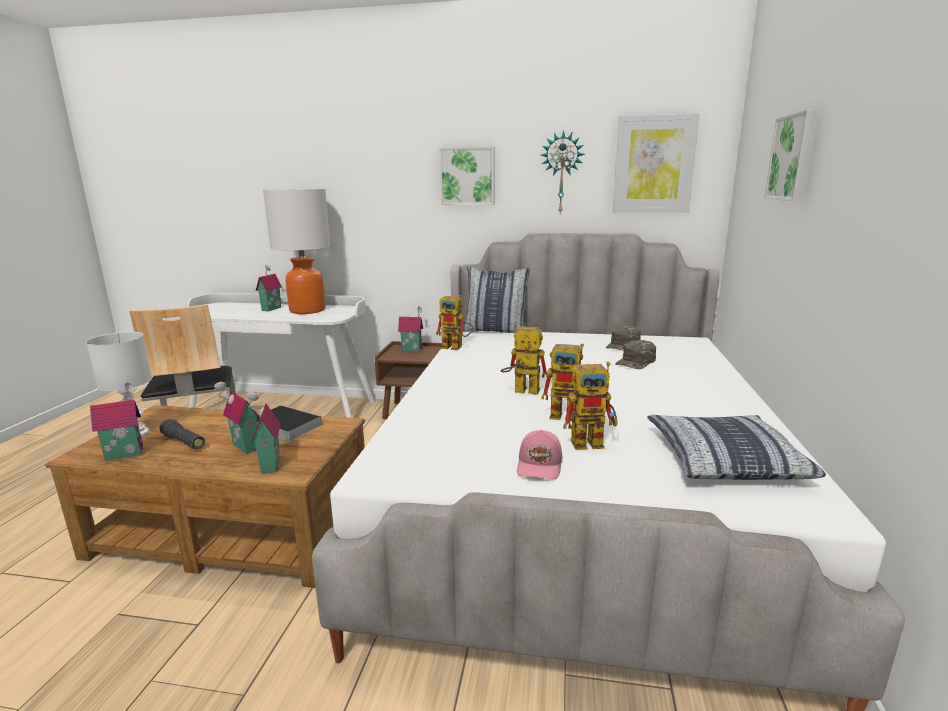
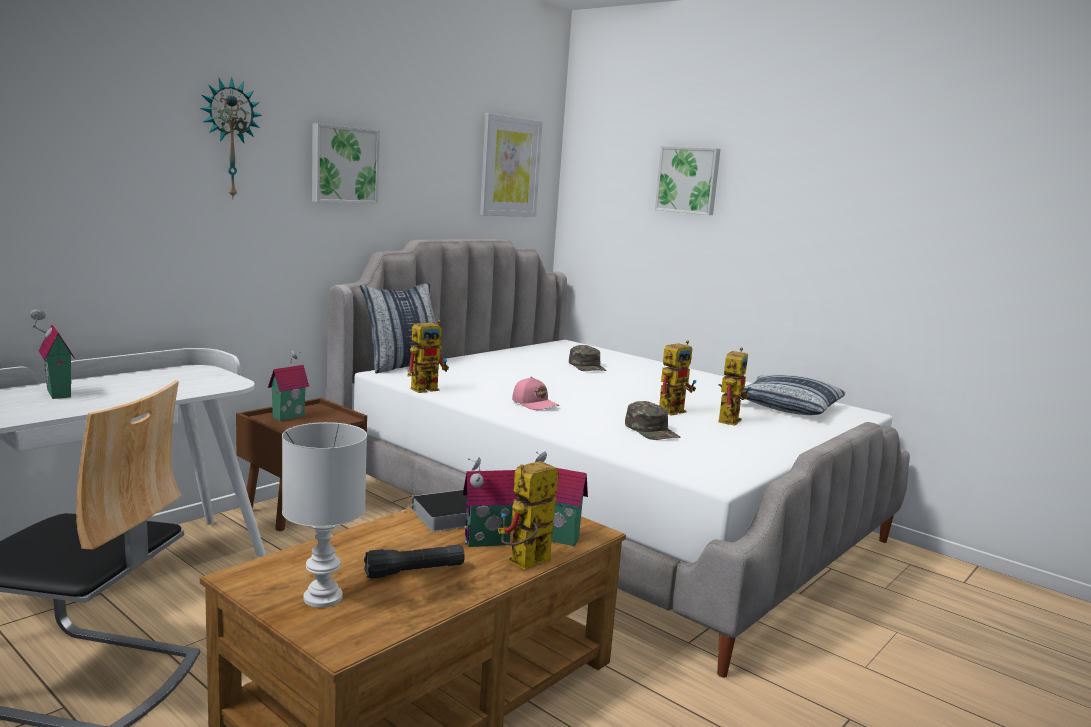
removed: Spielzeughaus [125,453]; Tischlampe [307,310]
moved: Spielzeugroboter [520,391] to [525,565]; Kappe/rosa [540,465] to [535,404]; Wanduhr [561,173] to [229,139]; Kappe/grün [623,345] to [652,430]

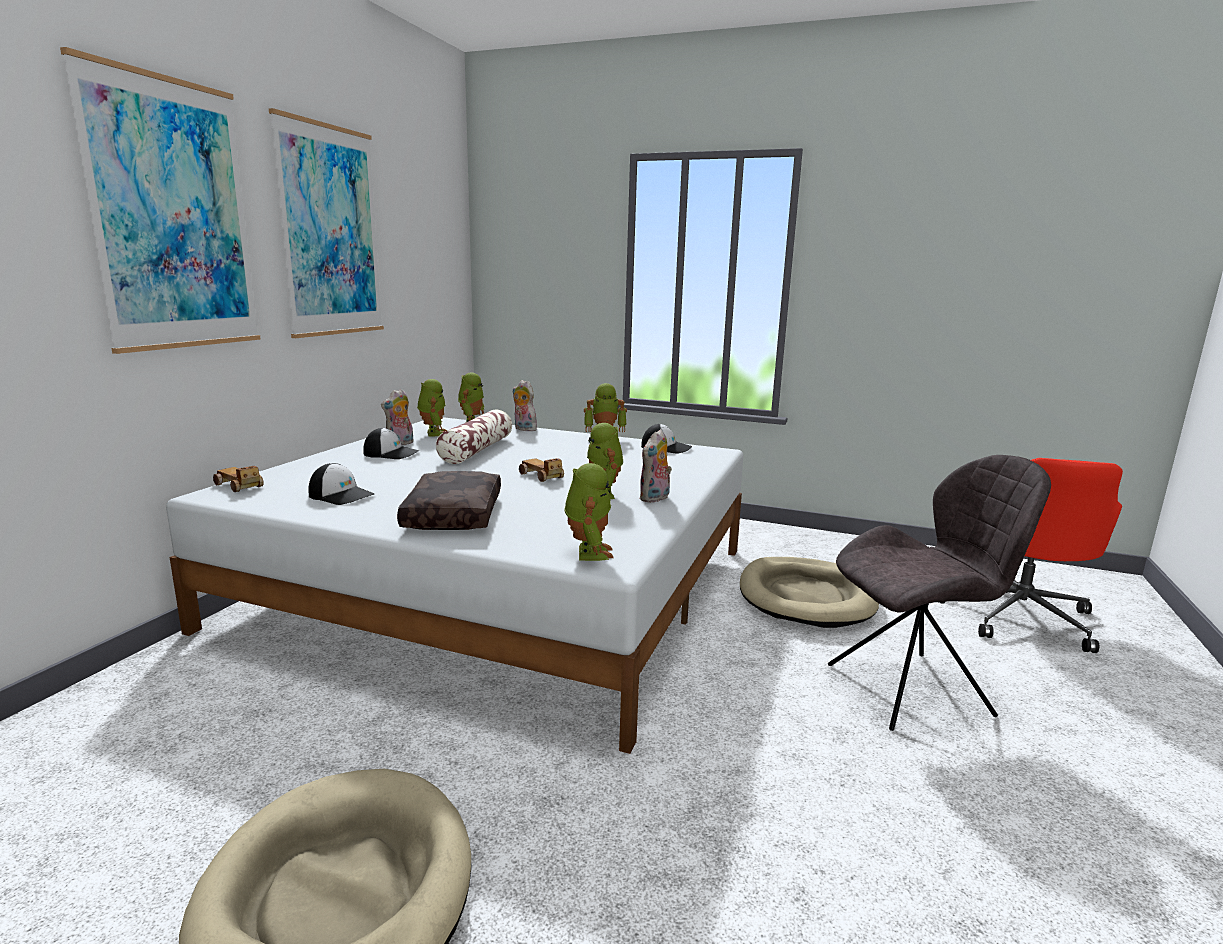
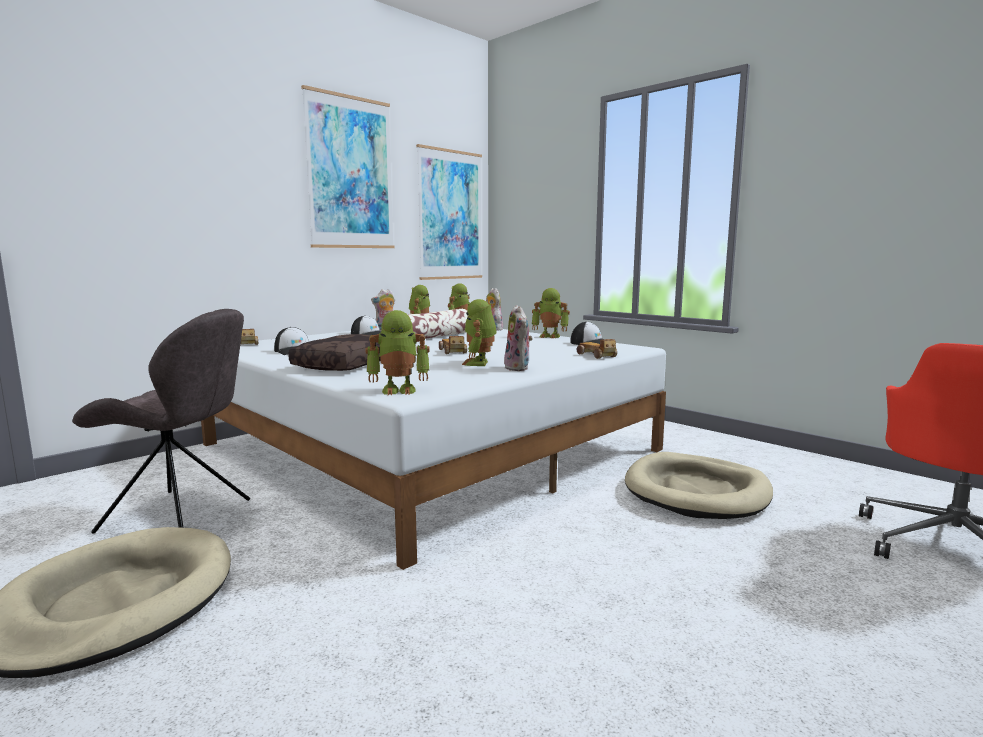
added: Spielzeugauto [596,356]
moved: Bild [173,216] to [450,215]; Stuhl/grau [913,689] to [180,516]
turned: Spielzeugroboter [588,552] = [399,390] 60 degrees clockwise; Plüschtier [655,498] = [519,368] 75 degrees counterclockwise

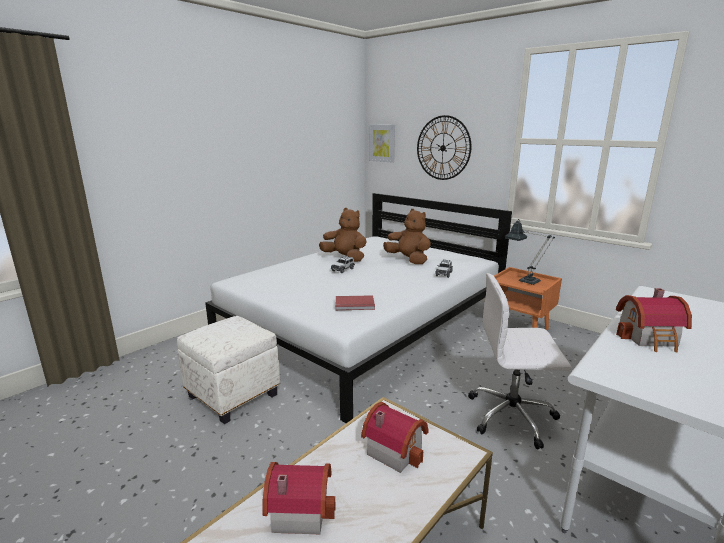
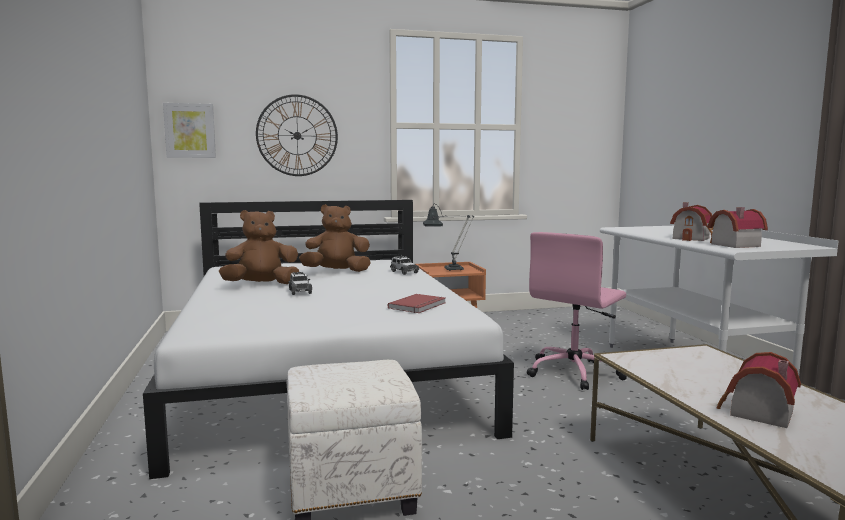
moved: Spielzeughaus [395,449] to [732,245]
recoloured: Bürostuhl/weiß [513,416] to Bürostuhl/rosa [574,372]

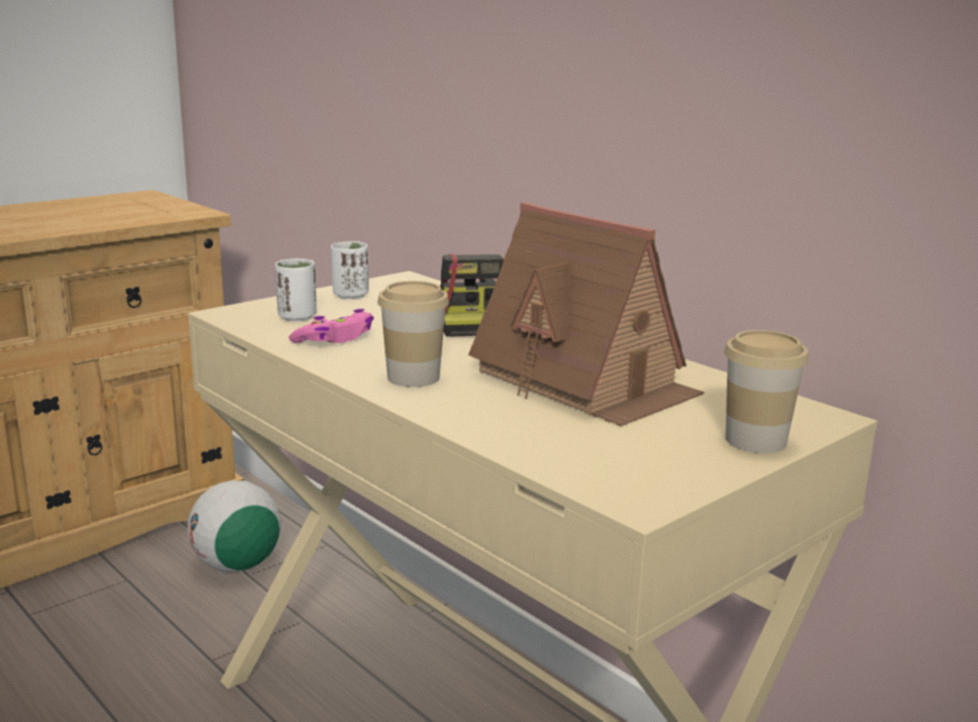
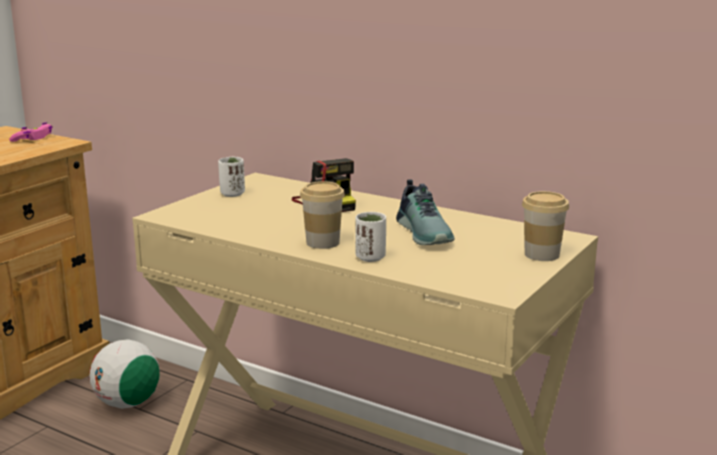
moved: Tasse/weiß [297,317] to [370,257]; Gamepad/rosa [335,339] to [33,139]
replaced: Spielzeughaus [584,382] to Schuh [426,233]

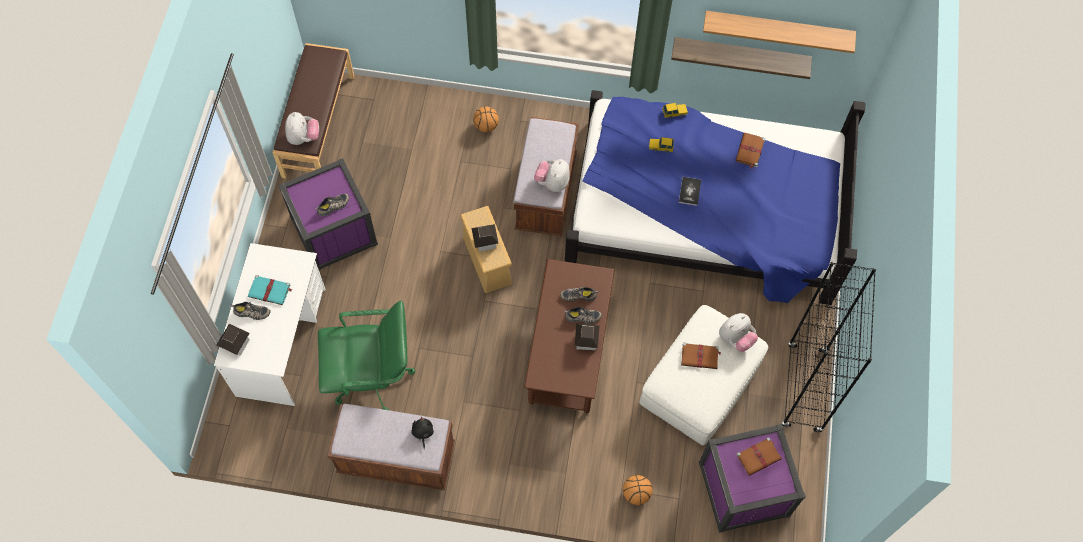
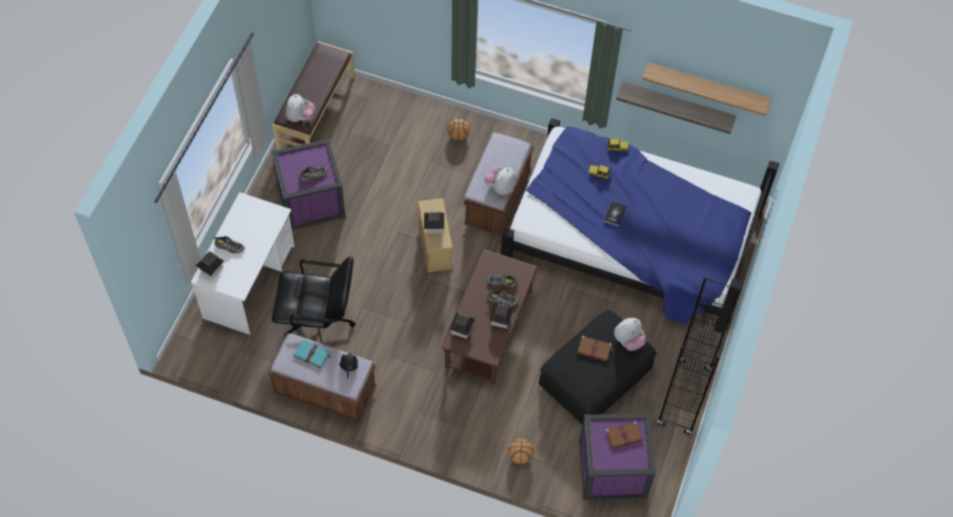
removed: Buch/braun [749,151]
added: Spielzeughaus [461,329]
moved: Buch/türkis [270,291] to [312,354]
recoloured: Bürostuhl/grün [372,377] to Bürostuhl/schwarz [319,323]; Polsterhocker/weiß [700,383] to Polsterhocker/schwarz [595,377]

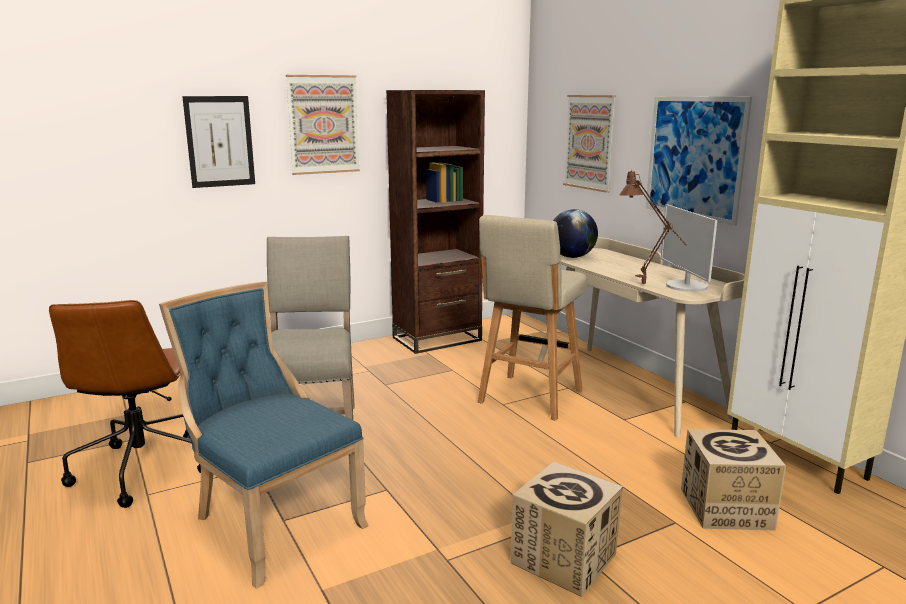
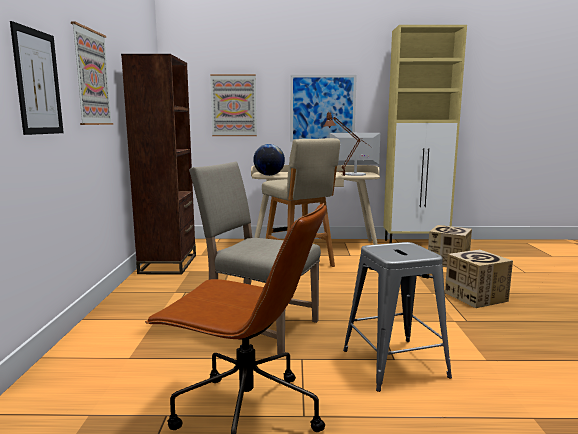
replaced: Stuhl/blau [272,522] to Hocker/grau [395,363]
turned: Monitor [686,286] = [355,174] 150 degrees clockwise

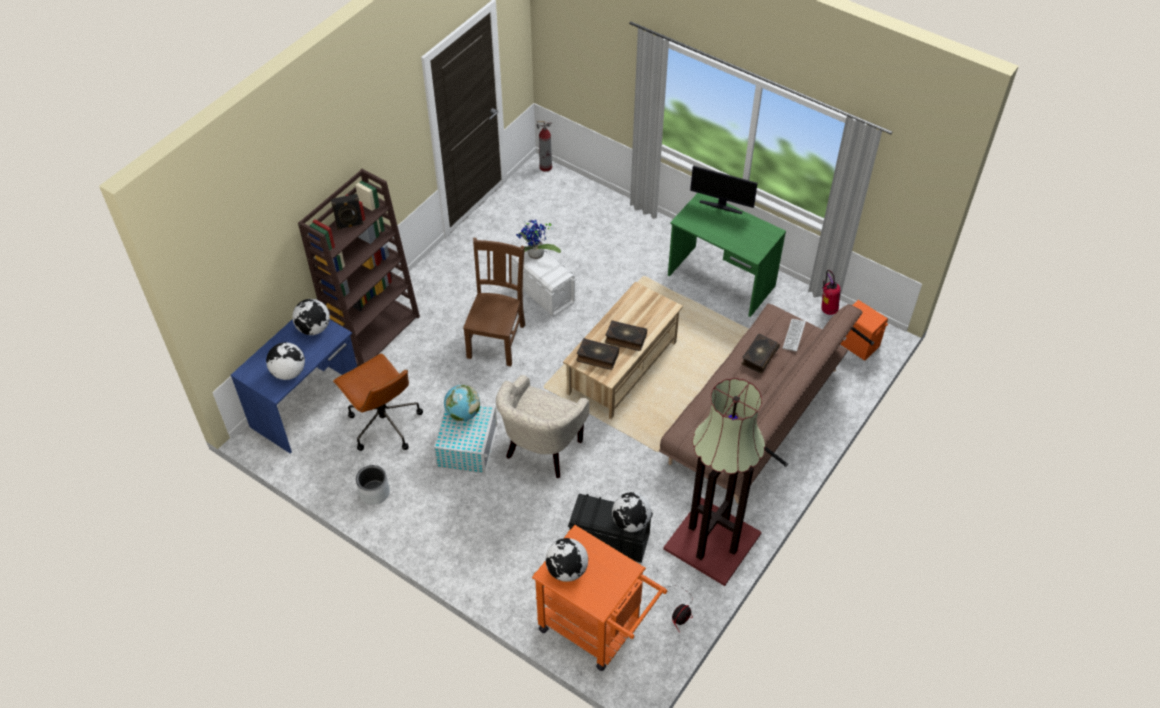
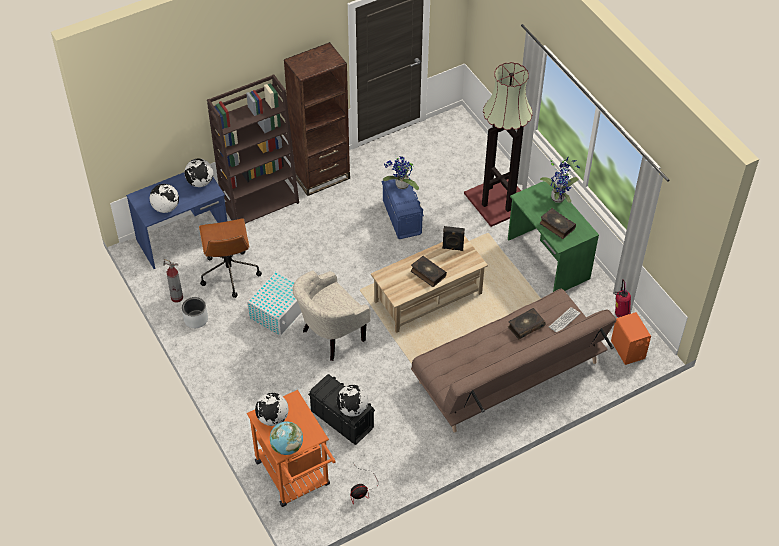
removed: Stuhl/braun [497,339]
added: Bücherregal/braun [321,176]
moved: Lautsprecher/schwarz [350,225] to [452,248]; Globus [463,413] to [287,447]; Feuerlöscher [546,167] to [177,297]; Buch [597,357] to [556,226]; Stehlampe [712,543] to [498,201]
replaced: Monitor [721,206] to Topfpflanze [559,197]
recoloured: Aufbewahrungsbox/weiß [542,291] to Aufbewahrungsbox/blau [402,217]

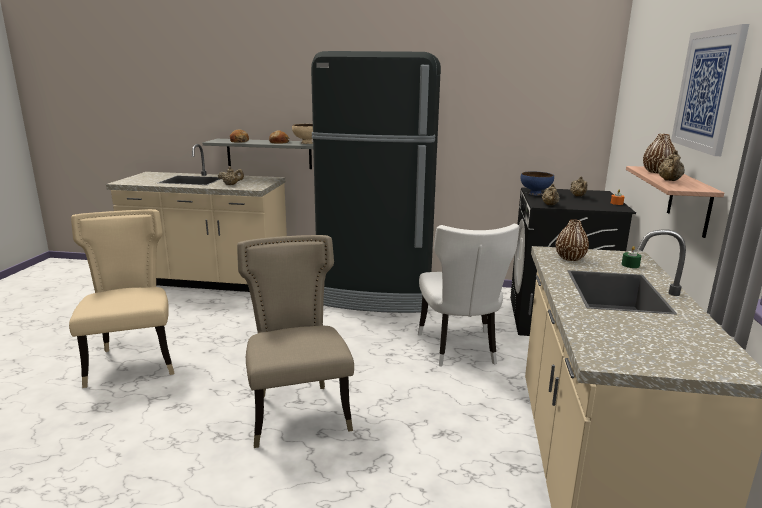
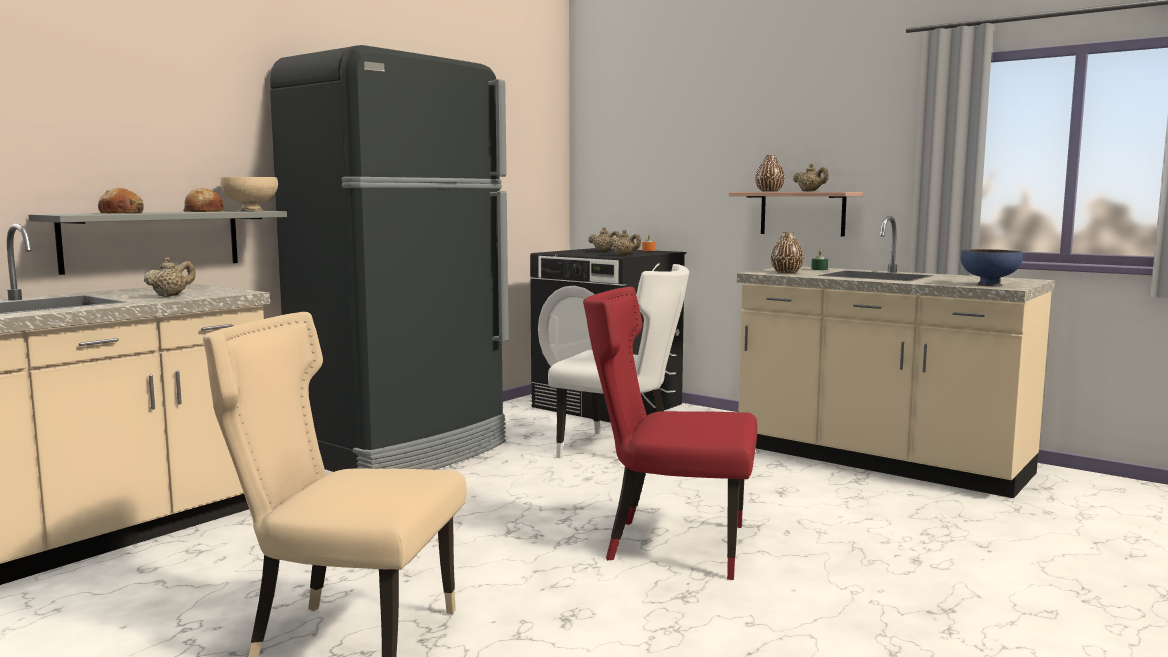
removed: Bild [707,90]
moved: Schüssel/blau [535,194] to [988,285]
recoloured: Stuhl/beige [298,411] to Stuhl/rot [670,545]

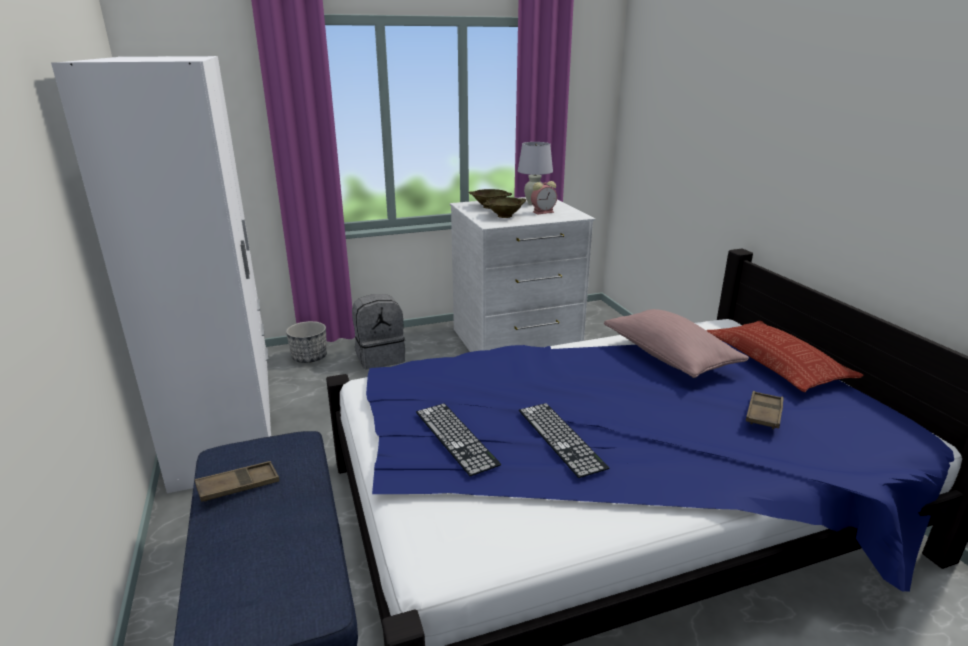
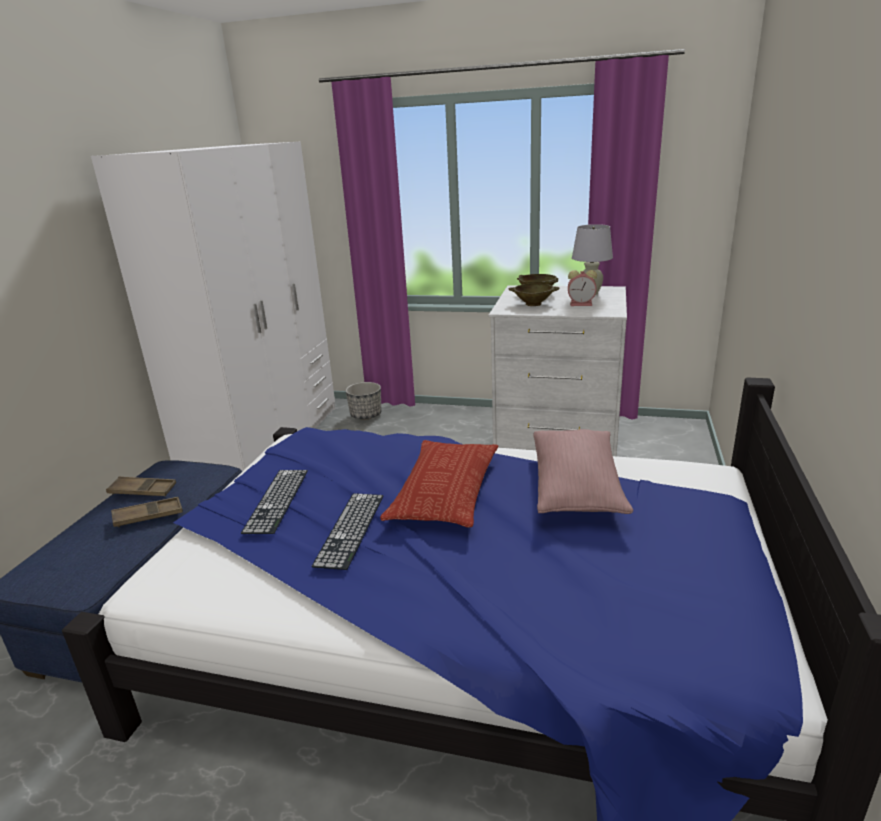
removed: Rucksack/grau [380,357]
moved: Kissen [776,363] to [445,491]; Tablett/braun [764,414] to [148,516]

